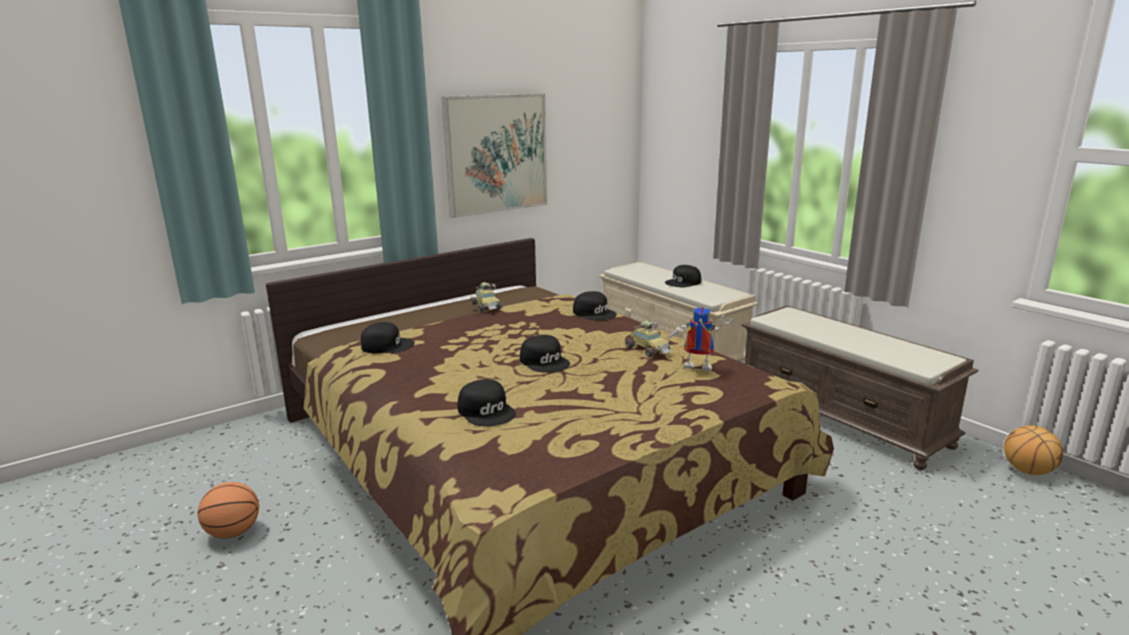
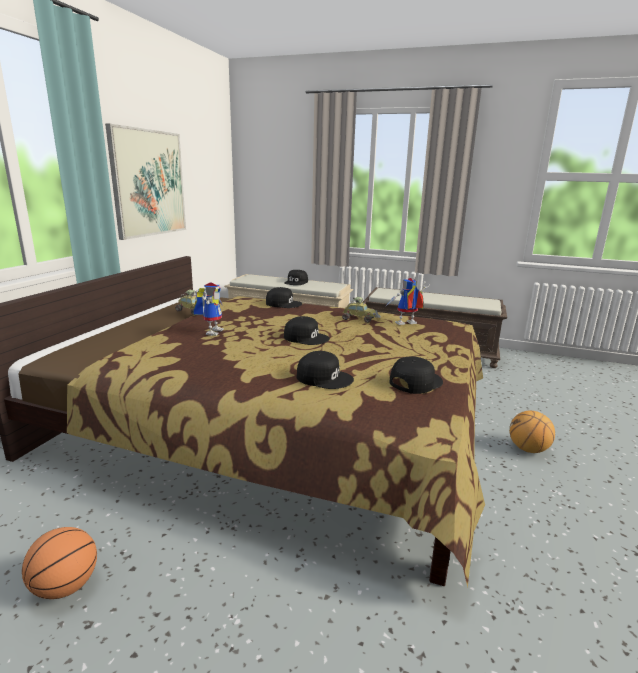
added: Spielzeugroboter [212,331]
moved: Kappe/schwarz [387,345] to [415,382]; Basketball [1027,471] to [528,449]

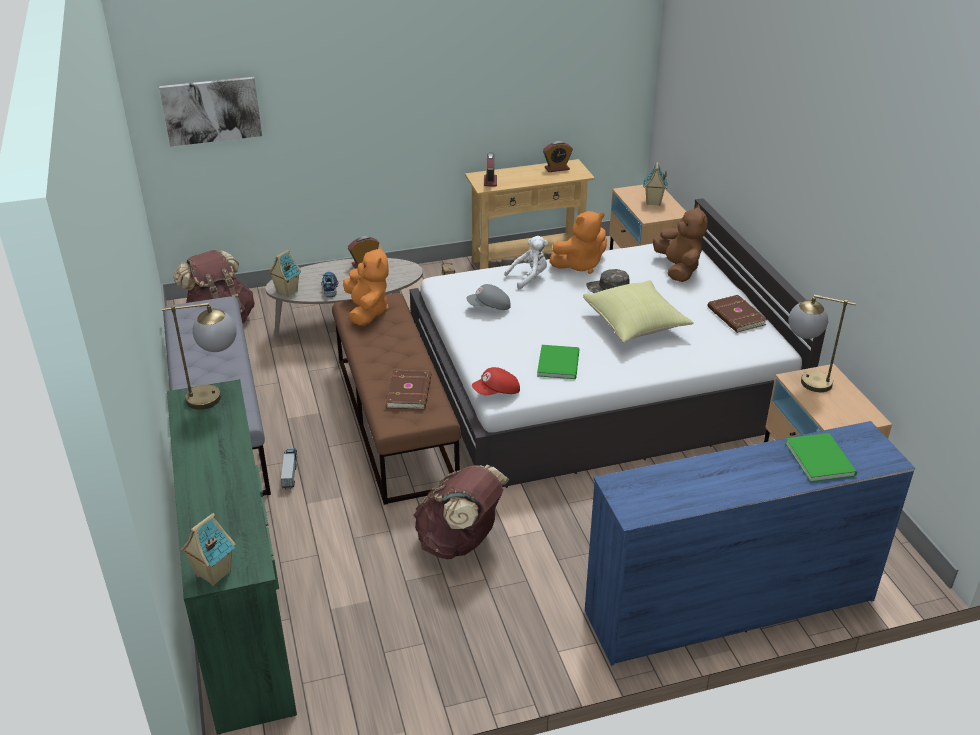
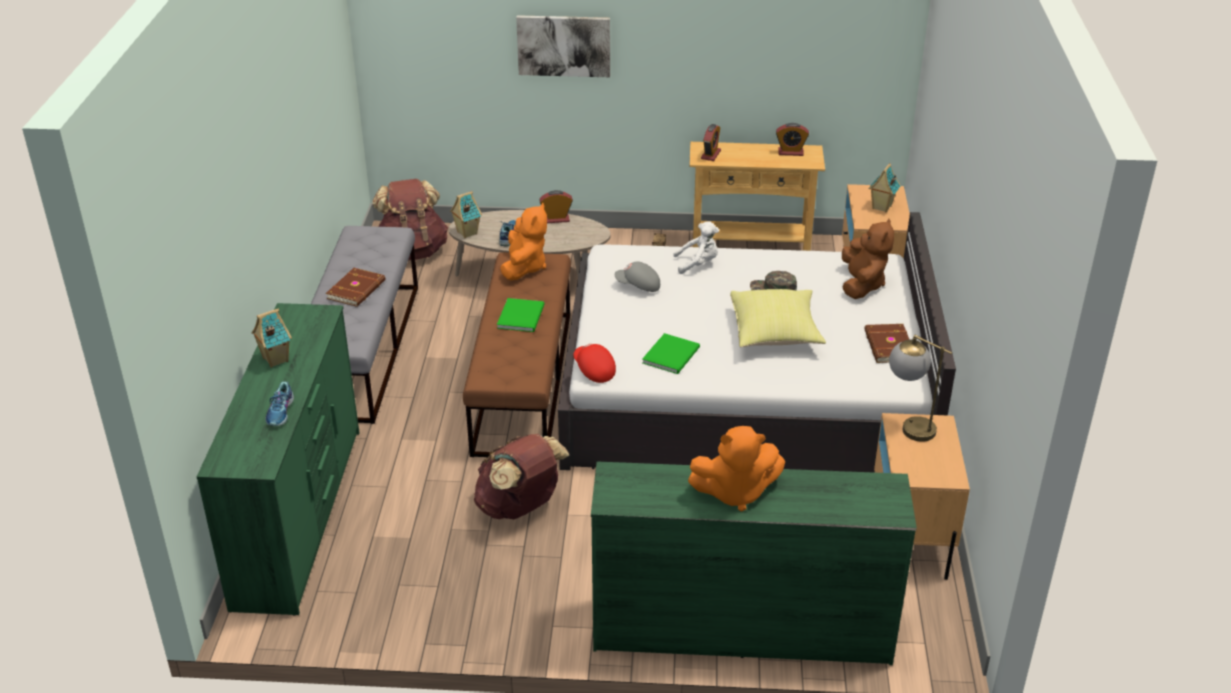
removed: Tischlampe [216,397]; Spielzeuglaster [290,471]
added: Schuh [281,412]
moved: Bild [211,110] to [564,45]; Spielzeughaus [212,574] to [275,360]; Buch/braun [410,392] to [357,290]; Plüschtier/orange [580,265] to [735,492]; Buch/grün [820,457] to [522,316]
recoloured: Kommode/blau [728,605] to Kommode/grün [740,629]
turned: Kappe/rot [497,392] = [593,370] 60 degrees clockwise

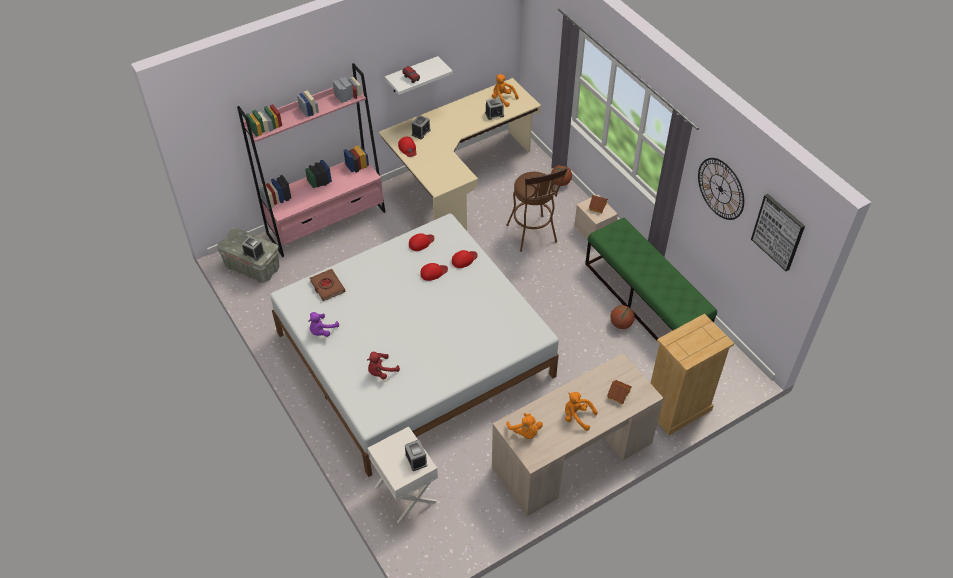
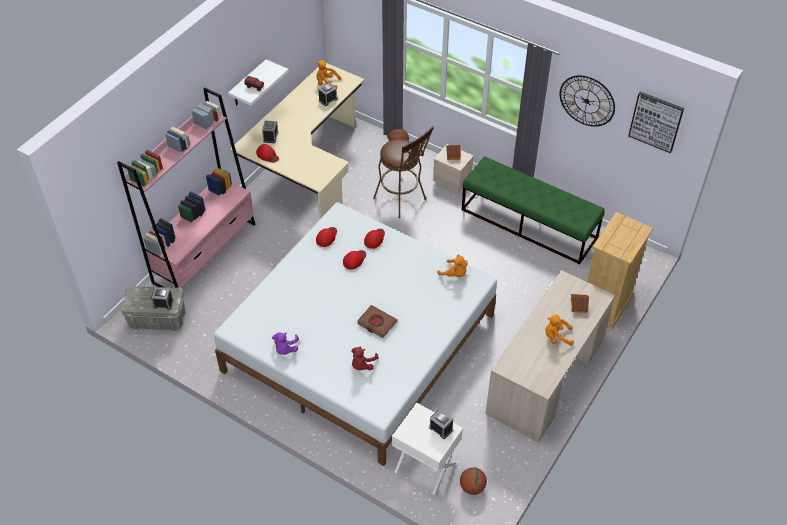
moved: Buch/braun [327,286] to [376,323]; Plüschtier/orange [525,432] to [454,274]; Basketball [621,324] to [472,487]

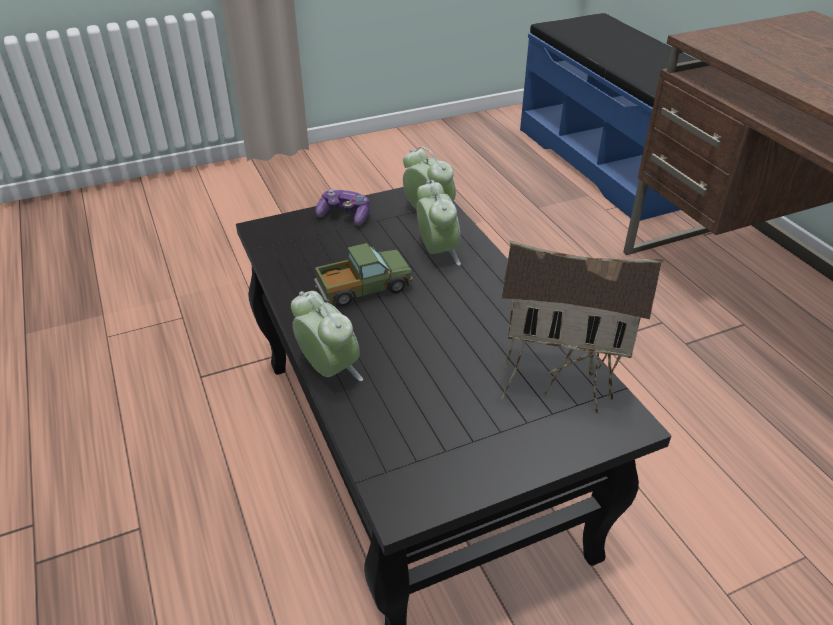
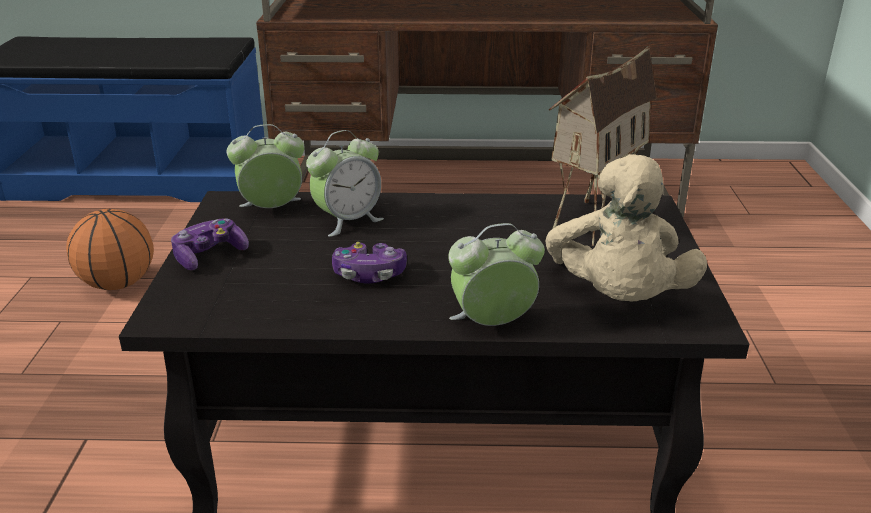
added: Basketball [118,284]; Plüschtier/beige [617,298]
replaced: Spielzeuglaster [363,289] to Gamepad [369,274]
turned: Wecker [437,252] = [347,221] 135 degrees clockwise

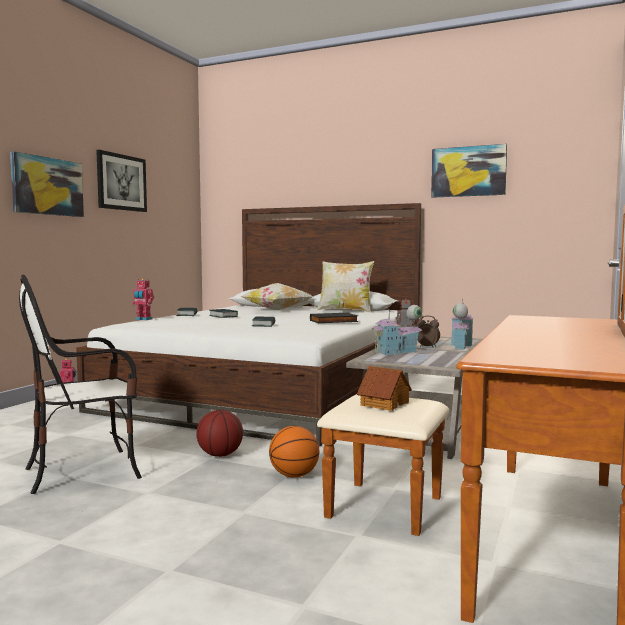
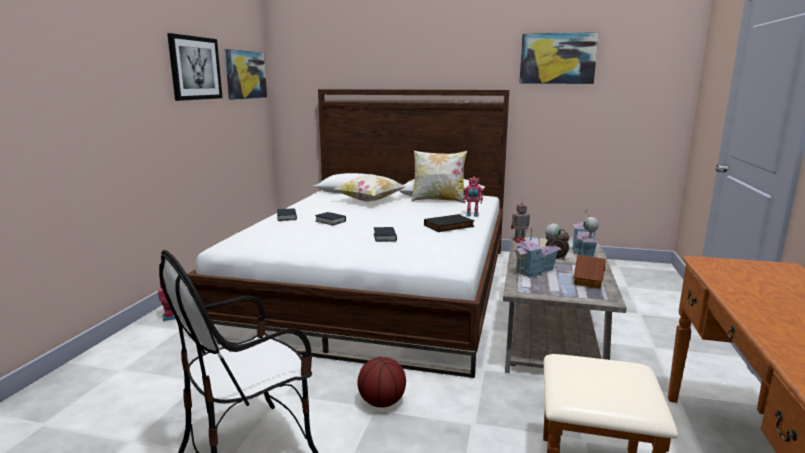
removed: Basketball [294,475]
moved: Bild [47,186] to [245,75]; Spielzeugroboter [143,319] to [472,215]; Spielzeughaus [384,404] to [588,281]

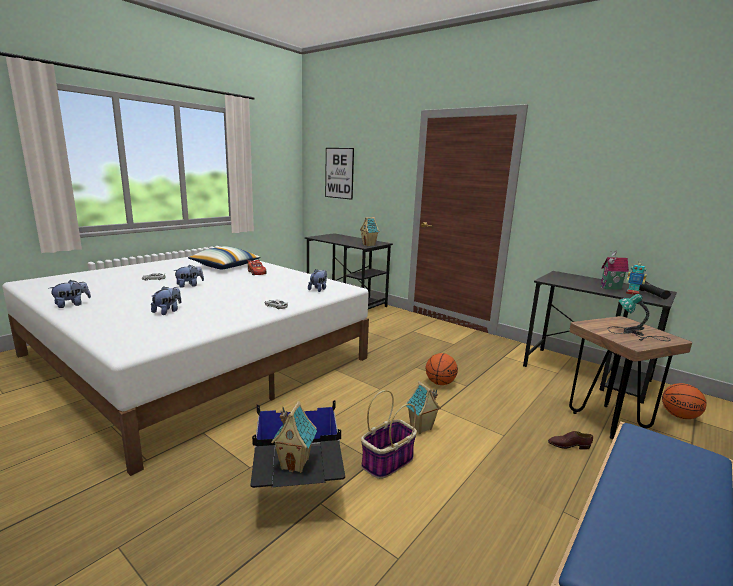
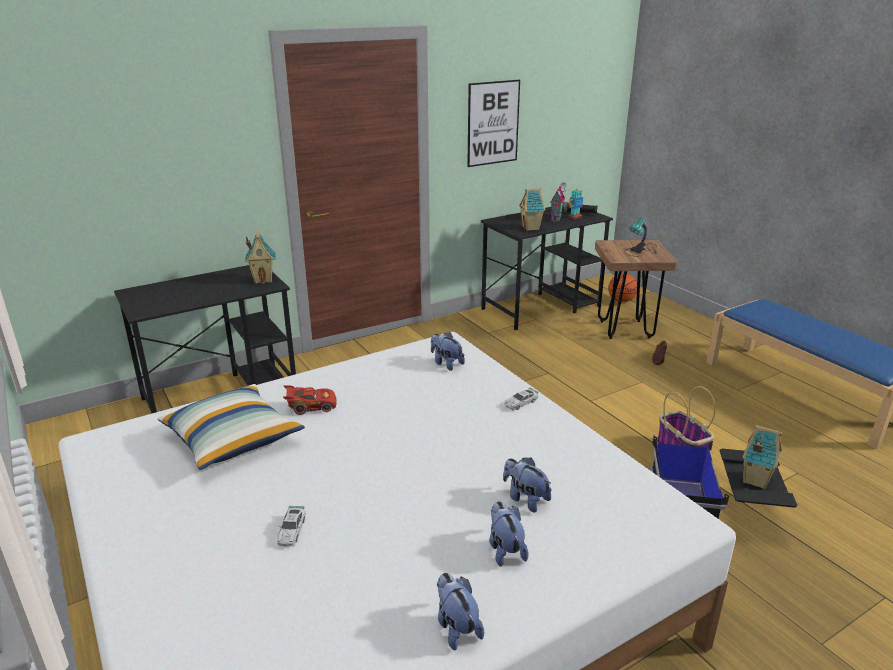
removed: Basketball [440,383]
moved: Plüschtier [189,285] to [505,549]; Bild [339,173] to [493,123]; Spielzeughaus [421,428] to [531,228]

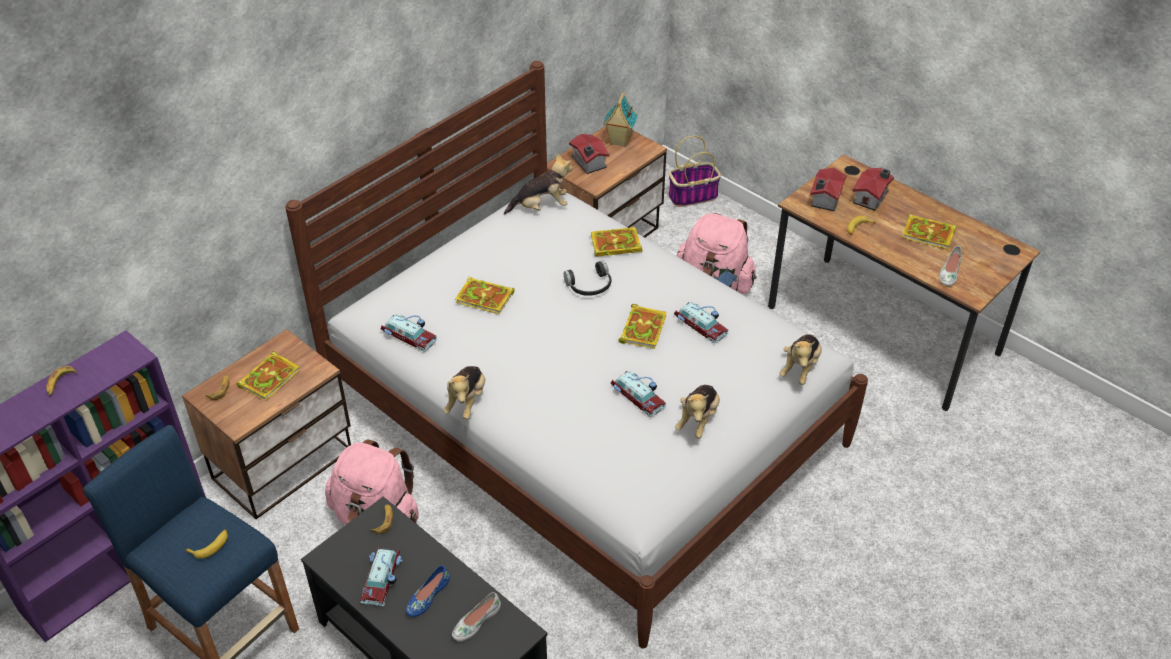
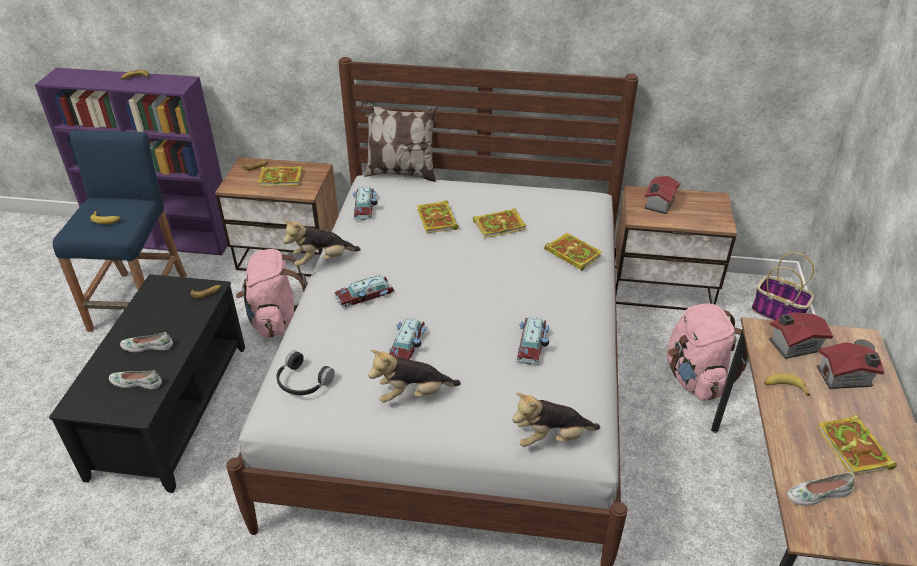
removed: Plüschtier [541,207]; Spielzeughaus [619,141]
added: Kissen [400,173]
moved: Spielzeugauto [382,578] to [365,296]; Kopfhörer/schwarz [590,286] to [302,382]; Buch [642,328] to [500,225]
recoloured: Schuh/blau [427,596] to Schuh/weiß [148,346]

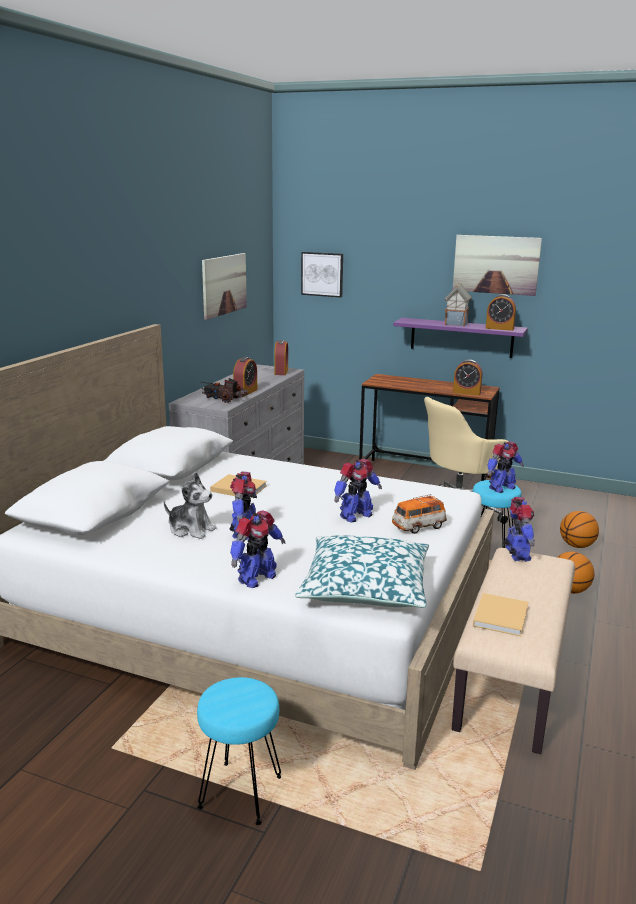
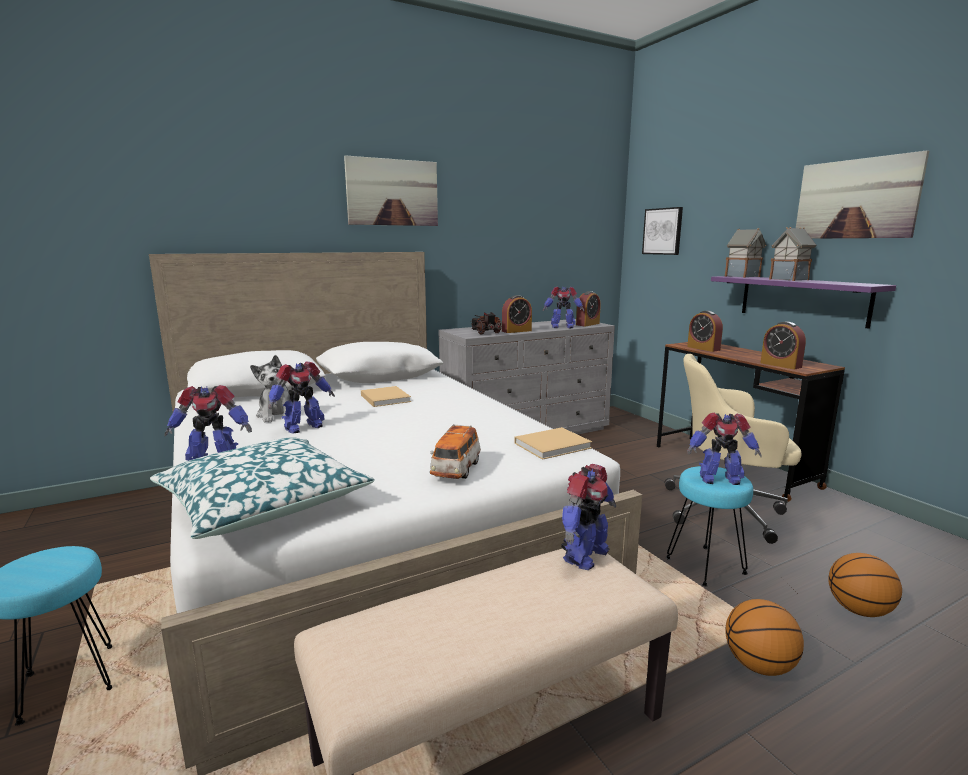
added: Spielzeughaus [743,276]
moved: Bild [224,285] to [392,192]; Spielzeugroboter [355,516] to [562,327]; Buch/beige [501,615] to [554,445]; Wecker [499,328] to [703,348]
turned: Spielzeugauto [418,527] = [456,470] 90 degrees counterclockwise

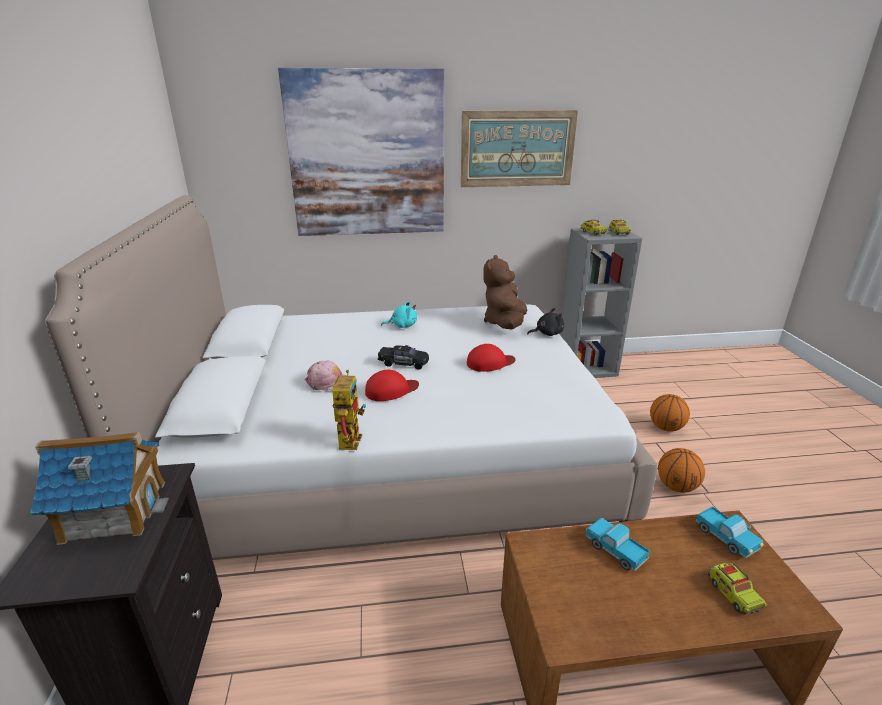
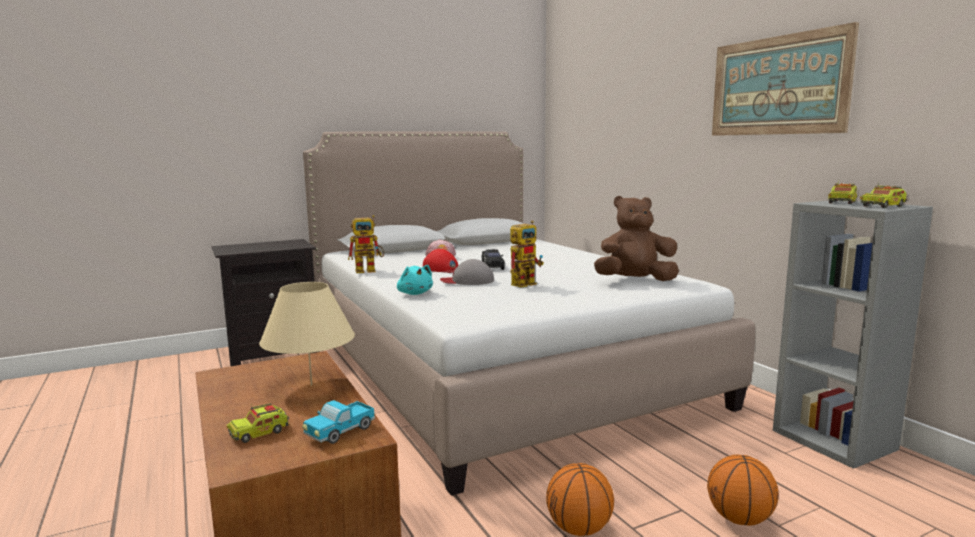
removed: Spielzeughaus [114,511]; Bild [367,155]; Plüschtier/schwarz [547,333]
added: Kappe/grau [468,281]
moved: Plüschtier/türkis [402,326] to [414,293]
replaced: Kappe/rot [490,363] to Spielzeugroboter [526,283]; Spielzeuglaster [614,551] to Tischlampe/beige [311,385]

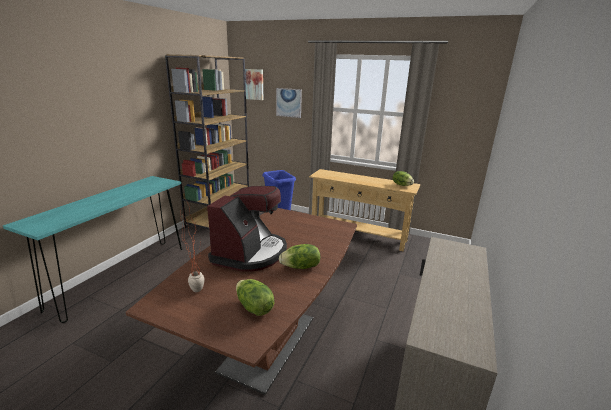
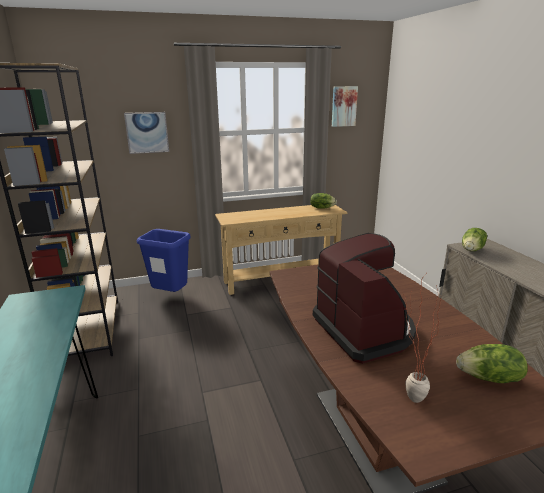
moved: Bild [255,84] to [343,106]; Salatkopf [301,267] to [472,250]

